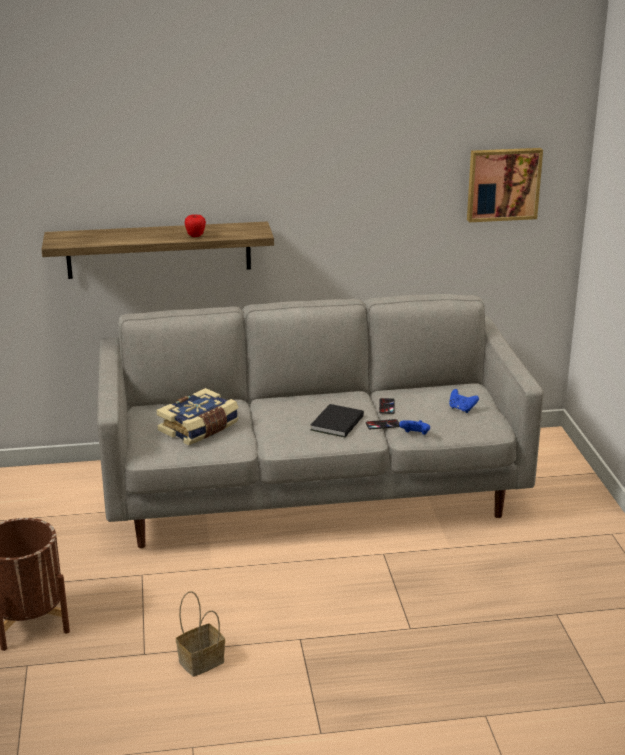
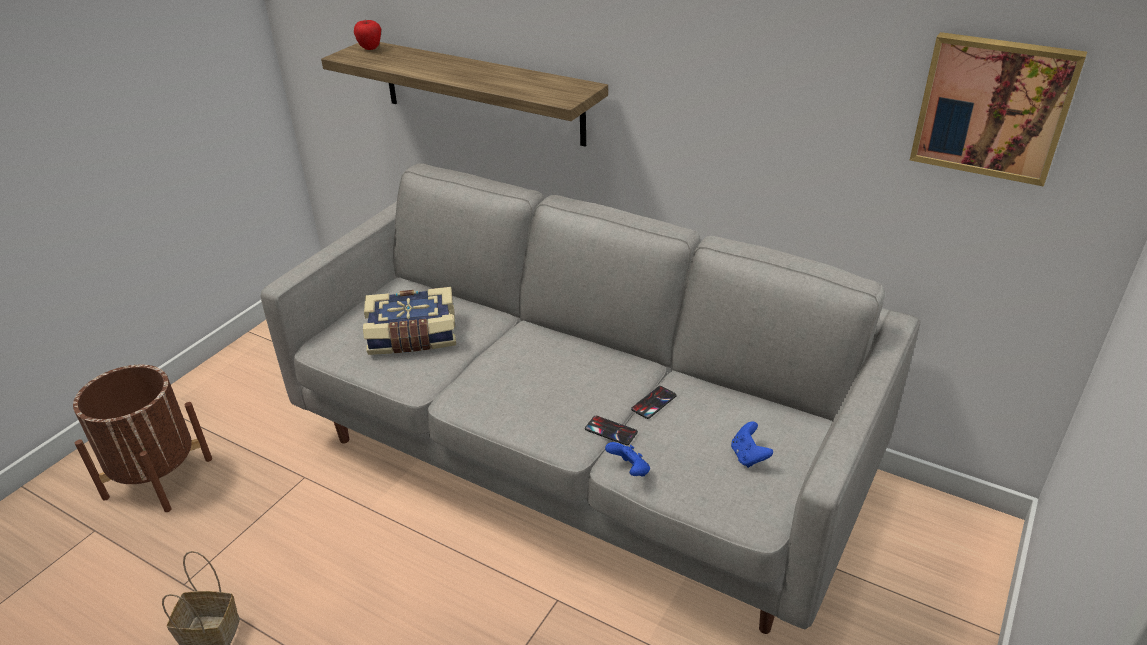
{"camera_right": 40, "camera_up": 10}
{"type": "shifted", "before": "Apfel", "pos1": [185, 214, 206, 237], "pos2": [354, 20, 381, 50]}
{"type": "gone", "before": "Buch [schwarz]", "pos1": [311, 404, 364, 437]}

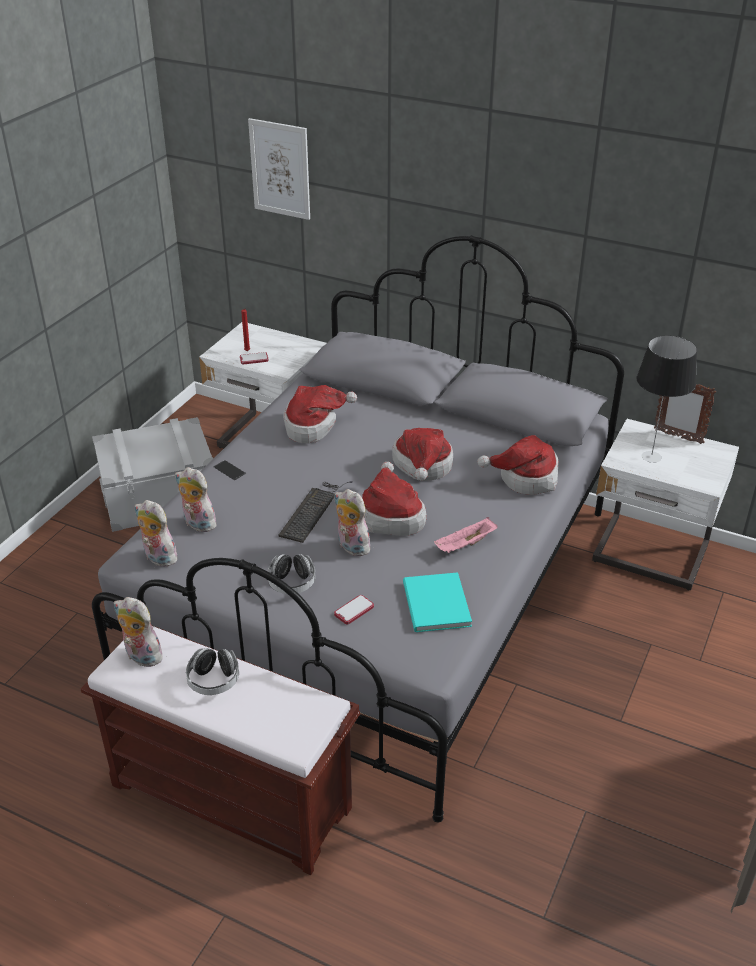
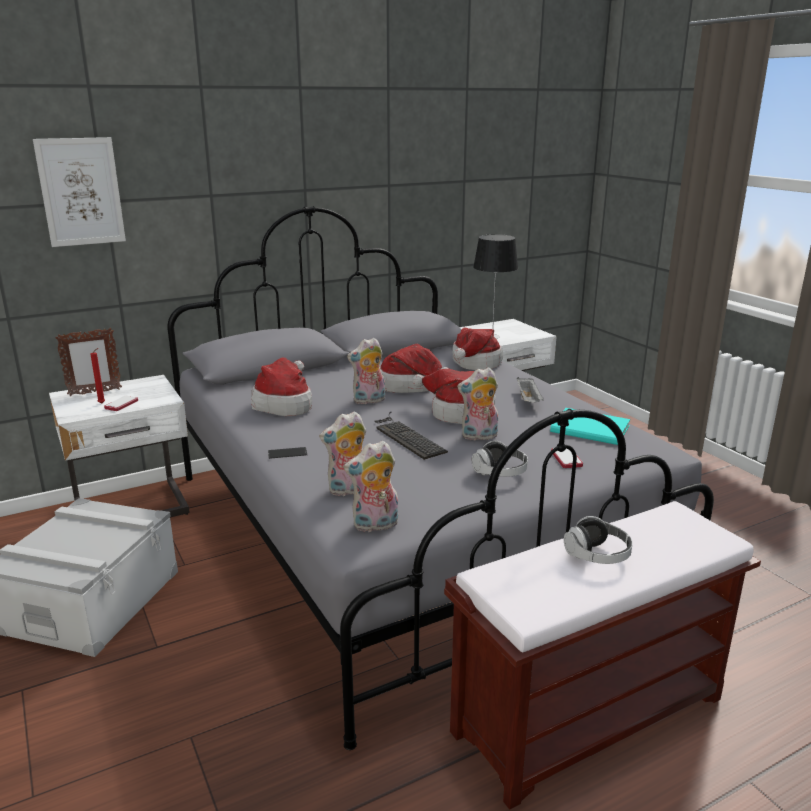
{"camera_right": -55, "camera_up": -15}
{"type": "shifted", "before": "Bilderrahmen", "pos1": [654, 385, 716, 444], "pos2": [55, 328, 122, 396]}
{"type": "repainted", "before": "Tablett [rosa]", "after": "Tablett [grau]", "pos1": [434, 517, 498, 553], "pos2": [517, 377, 544, 403]}
{"type": "shifted", "before": "Plüschtier", "pos1": [114, 597, 166, 667], "pos2": [347, 338, 385, 404]}

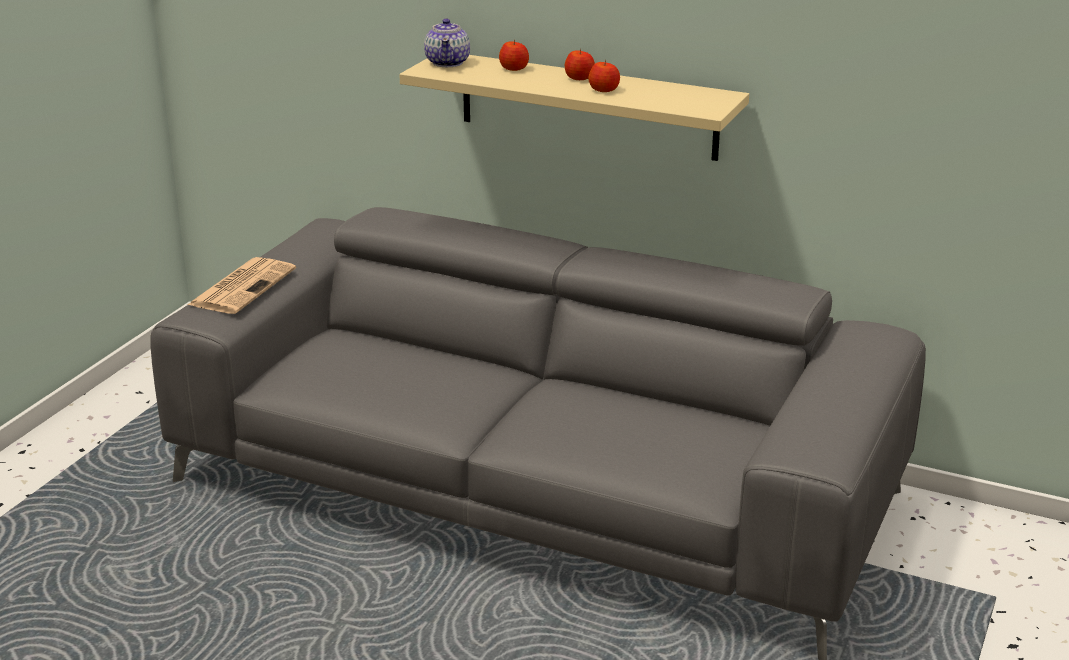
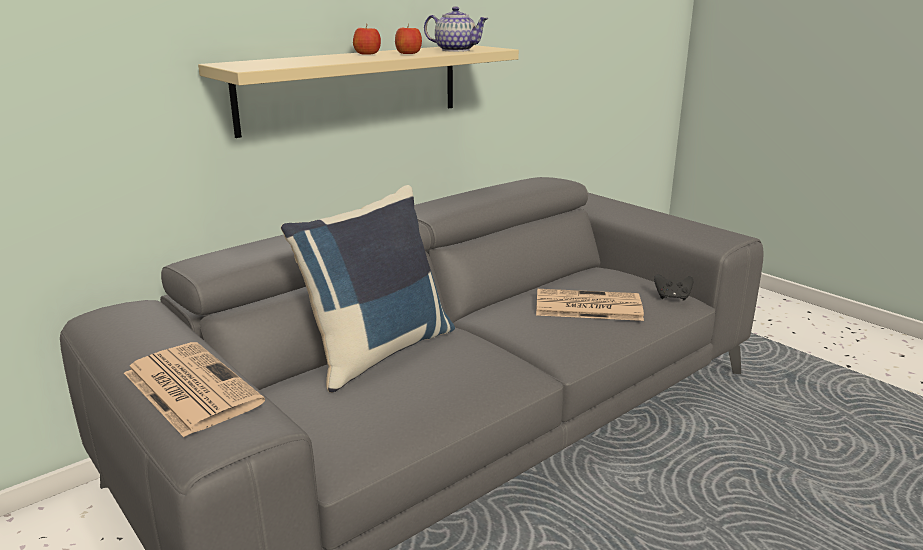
{"camera_right": -65, "camera_up": -5}
{"type": "shifted", "before": "Teekanne", "pos1": [424, 18, 470, 67], "pos2": [424, 6, 489, 52]}
{"type": "gone", "before": "Apfel", "pos1": [499, 40, 529, 71]}
{"type": "new", "after": "Kissen [blau]", "pos2": [281, 185, 455, 393]}
{"type": "new", "after": "Gamepad [schwarz]", "pos2": [654, 274, 693, 301]}
{"type": "new", "after": "Zeitung", "pos2": [536, 289, 644, 321]}

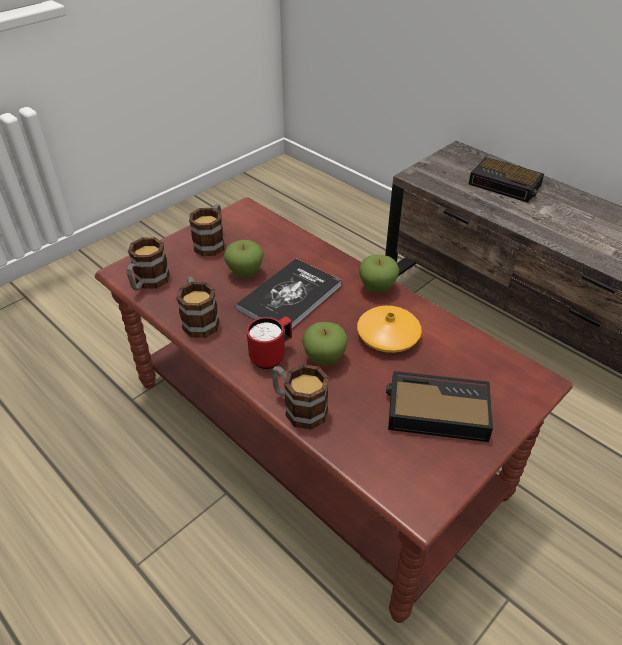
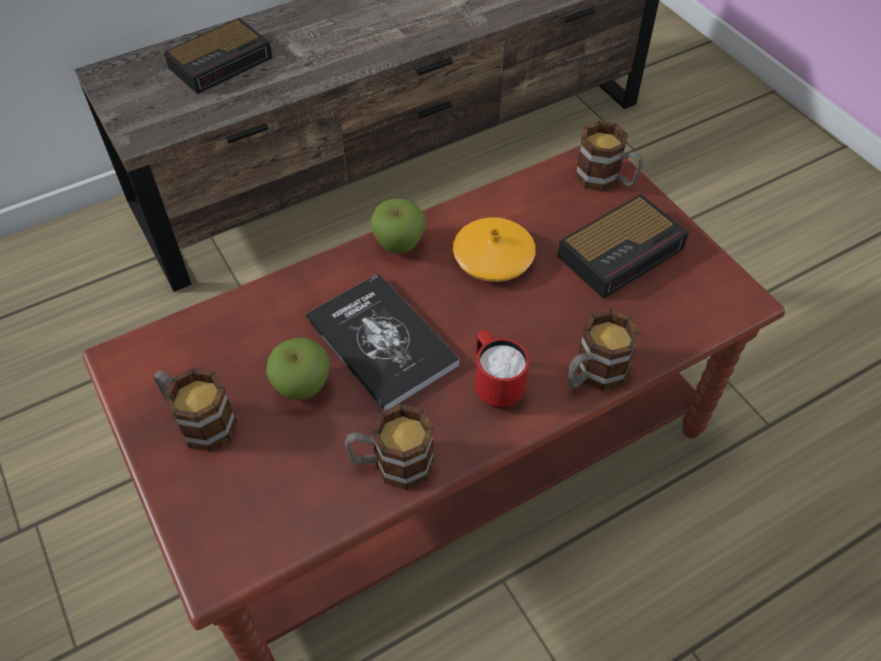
{"camera_right": -75, "camera_up": 10}
{"type": "shifted", "before": "Henkelbecher", "pos1": [127, 237, 170, 290], "pos2": [575, 121, 643, 192]}
{"type": "gone", "before": "Apfel", "pos1": [302, 322, 348, 365]}
{"type": "rotated", "before": "Wecker", "pos1": [386, 371, 493, 442], "pos2": [557, 194, 689, 299], "turn": -150}

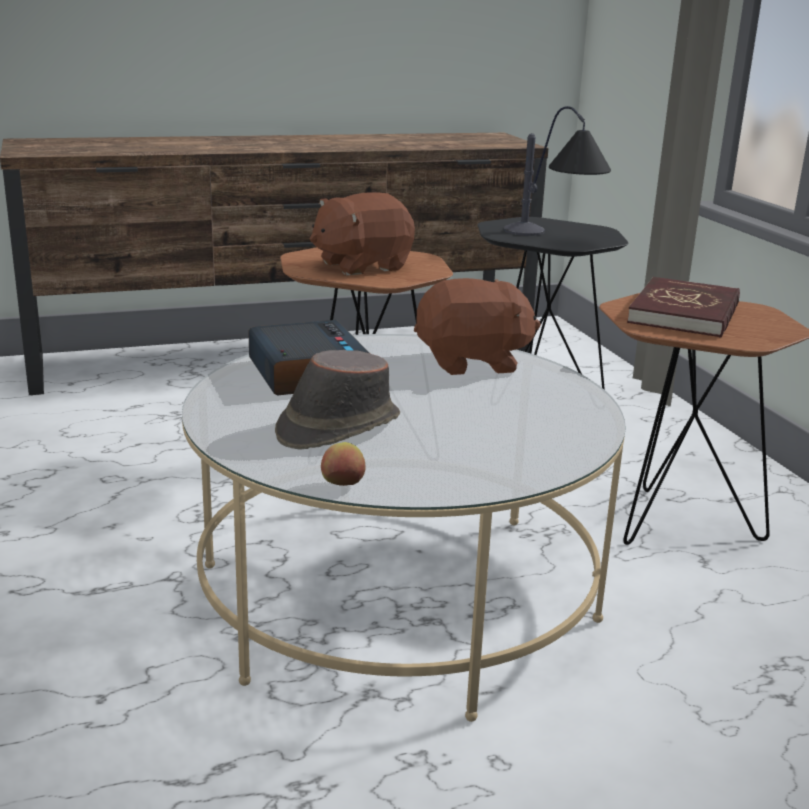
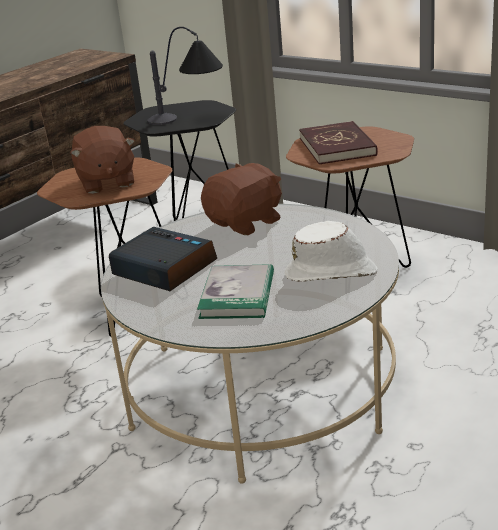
{"camera_right": -30, "camera_up": 5}
{"type": "rotated", "before": "Plüschtier [braun]", "pos1": [310, 192, 415, 275], "pos2": [70, 126, 135, 194], "turn": -45}
{"type": "swapped", "before": "Hut [braun]", "after": "Buch", "pos1": [275, 350, 400, 450], "pos2": [197, 264, 274, 319]}
{"type": "gone", "before": "Apfel", "pos1": [321, 442, 366, 486]}
{"type": "new", "after": "Hut [weiß]", "pos2": [285, 221, 378, 282]}

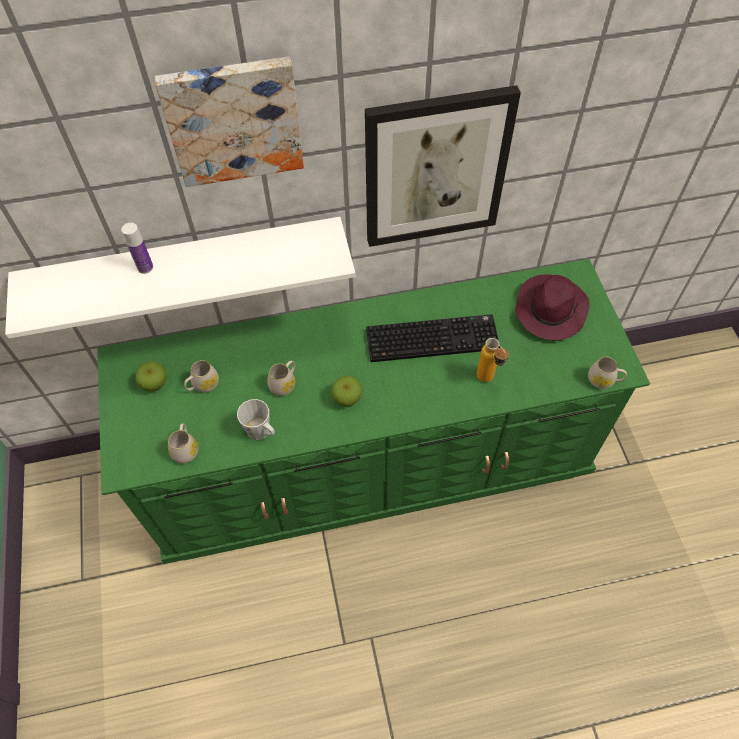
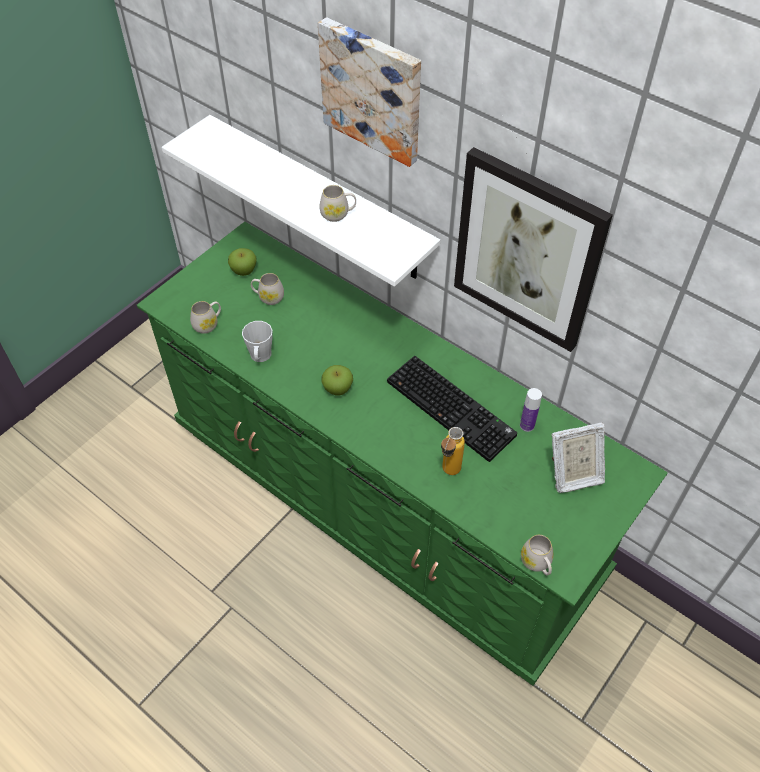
{"camera_right": 50, "camera_up": -5}
{"type": "shifted", "before": "Flasche", "pos1": [121, 223, 153, 274], "pos2": [520, 388, 542, 432]}
{"type": "swapped", "before": "Hut [lila]", "after": "Bilderrahmen", "pos1": [515, 274, 590, 341], "pos2": [552, 422, 605, 493]}
{"type": "shifted", "before": "Henkelbecher [weiß]", "pos1": [267, 360, 295, 396], "pos2": [319, 185, 356, 222]}

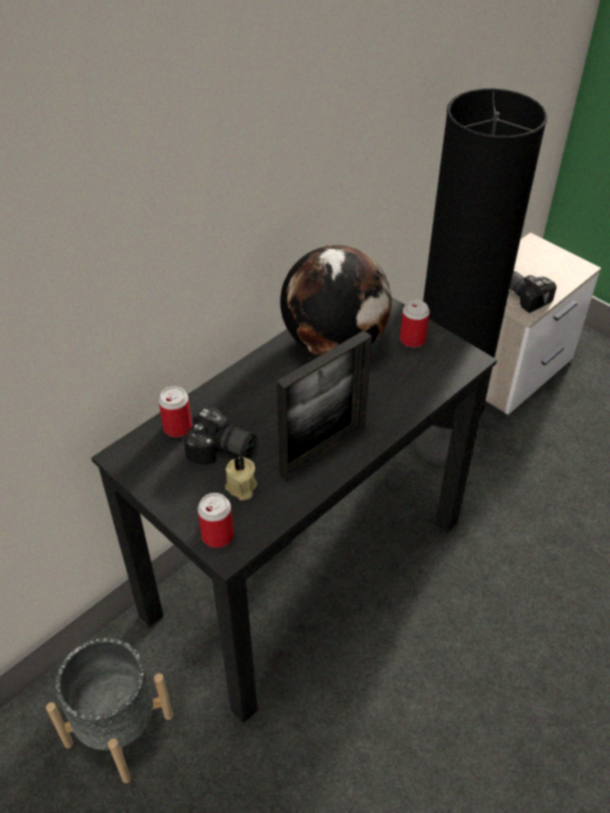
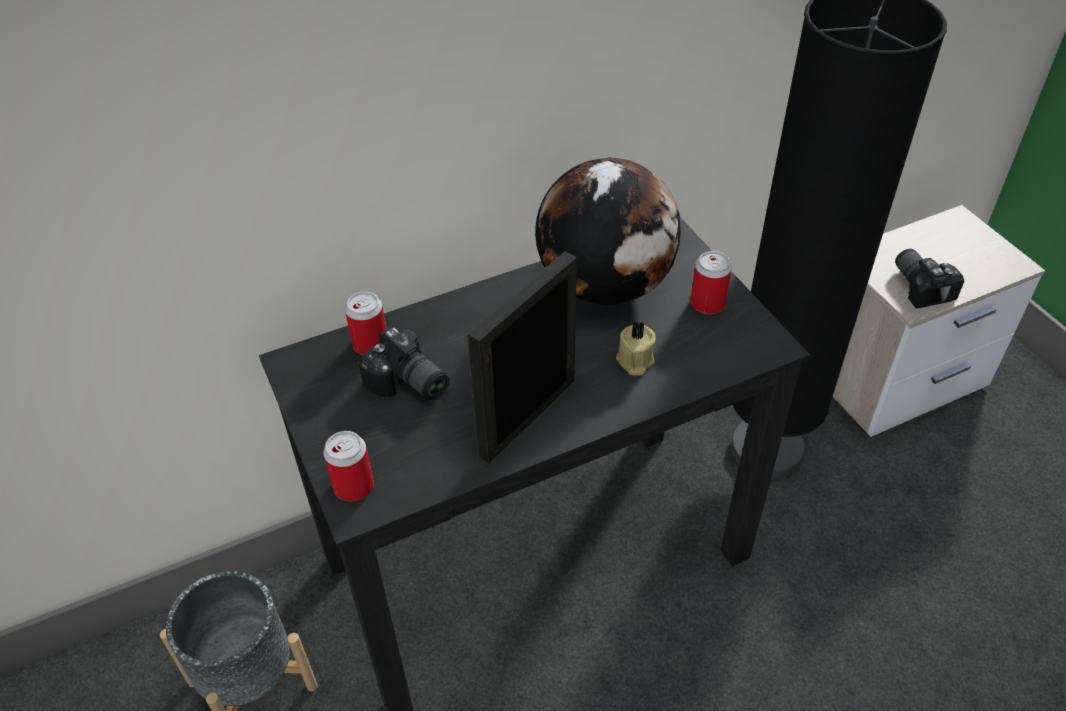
{"camera_right": 20, "camera_up": 0}
{"type": "rotated", "before": "Bilderrahmen", "pos1": [276, 331, 372, 482], "pos2": [467, 251, 577, 463], "turn": 150}
{"type": "shifted", "before": "Kerze [beige]", "pos1": [225, 456, 257, 500], "pos2": [616, 321, 656, 375]}

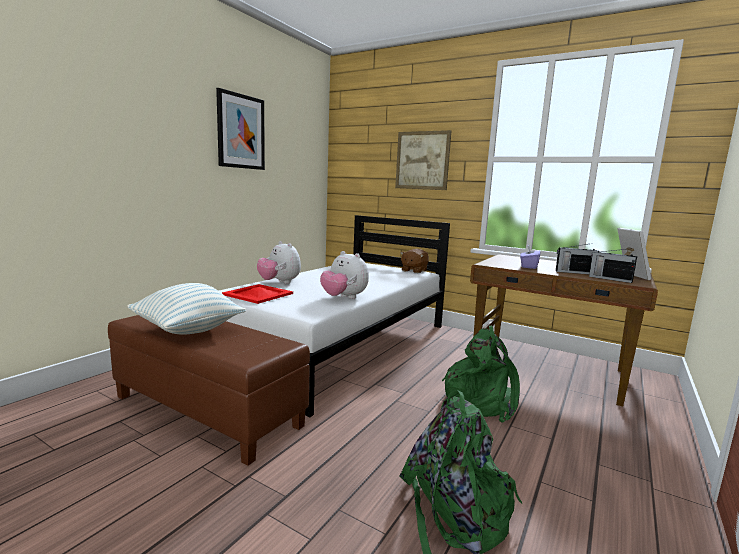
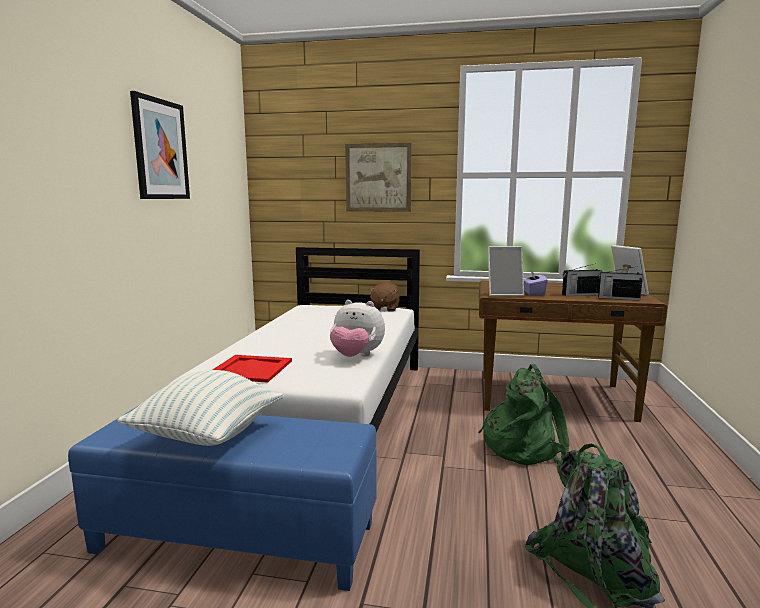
{"camera_right": -20, "camera_up": 0}
{"type": "gone", "before": "Plüschtier", "pos1": [257, 241, 301, 284]}
{"type": "repainted", "before": "Polsterhocker [braun]", "after": "Polsterhocker [blau]", "pos1": [108, 315, 310, 465], "pos2": [68, 406, 377, 591]}
{"type": "new", "after": "Bilderrahmen", "pos2": [488, 246, 524, 296]}

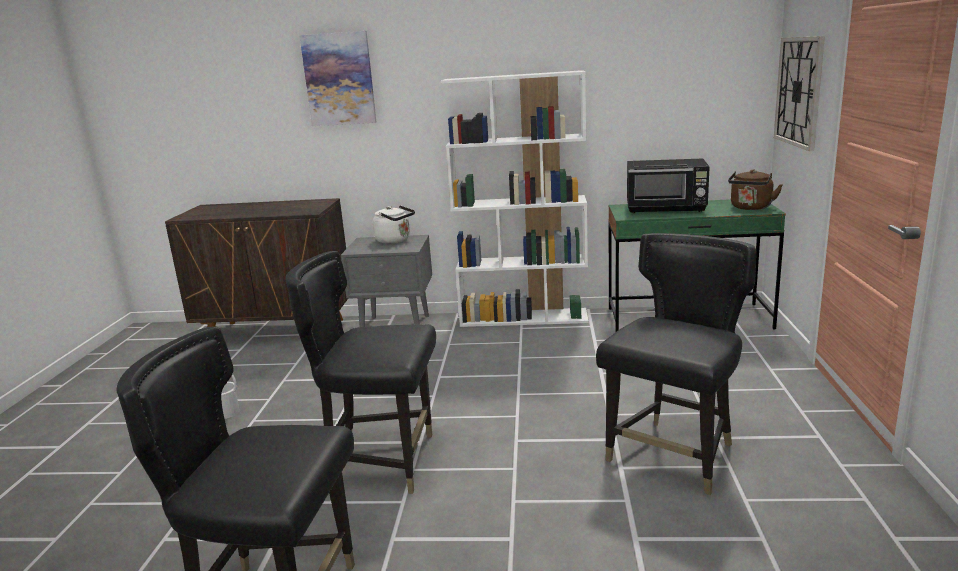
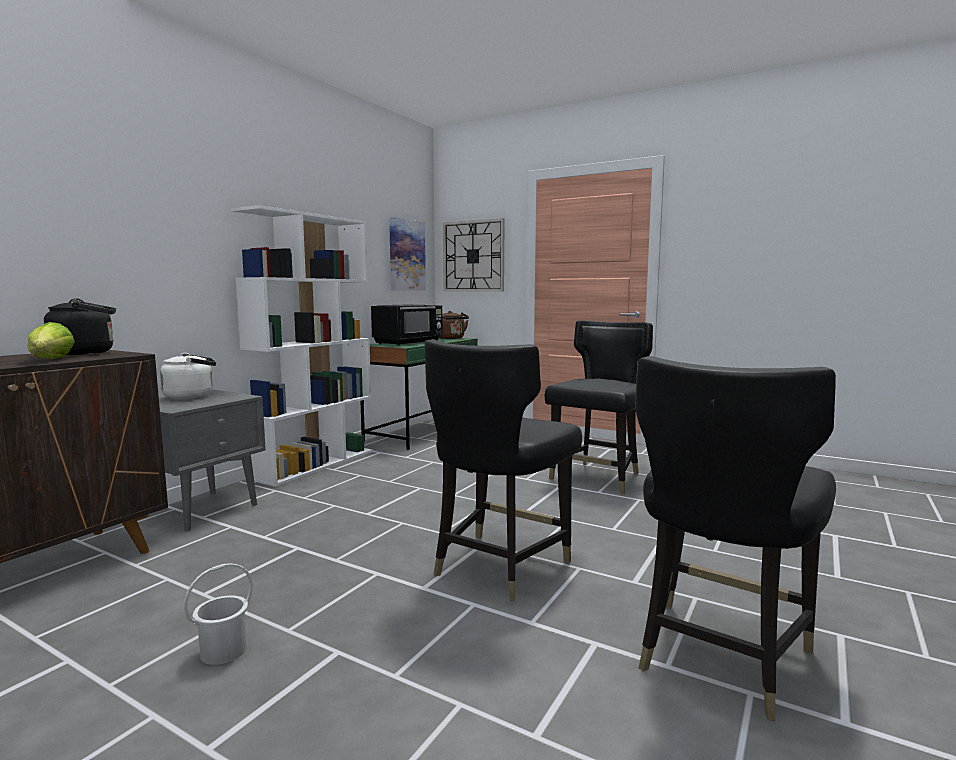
{"camera_right": -65, "camera_up": -10}
{"type": "shifted", "before": "Bild", "pos1": [299, 31, 376, 126], "pos2": [389, 217, 426, 291]}
{"type": "rotated", "before": "Stuhl [schwarz]", "pos1": [596, 233, 757, 495], "pos2": [545, 320, 653, 494], "turn": 60}
{"type": "new", "after": "Wasserkessel [schwarz]", "pos2": [44, 298, 116, 355]}
{"type": "new", "after": "Salatkopf", "pos2": [28, 322, 75, 359]}

